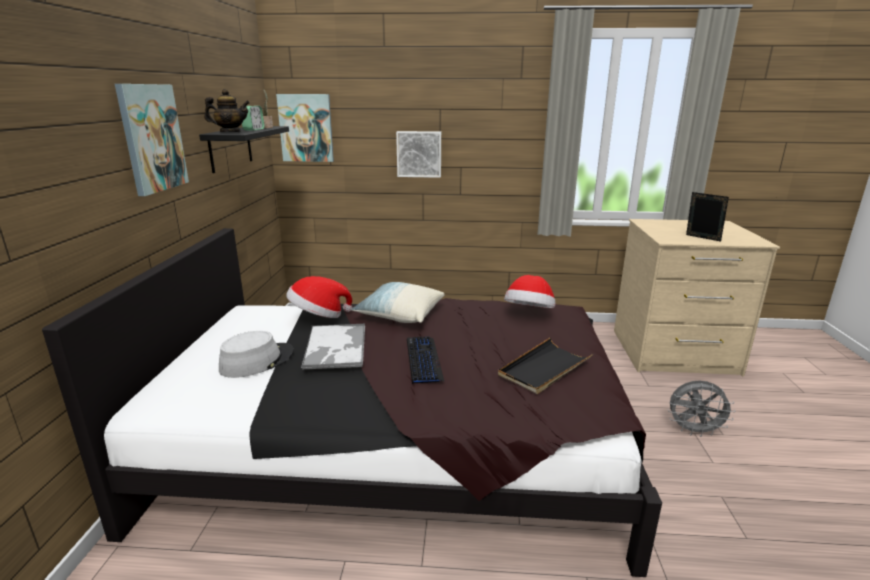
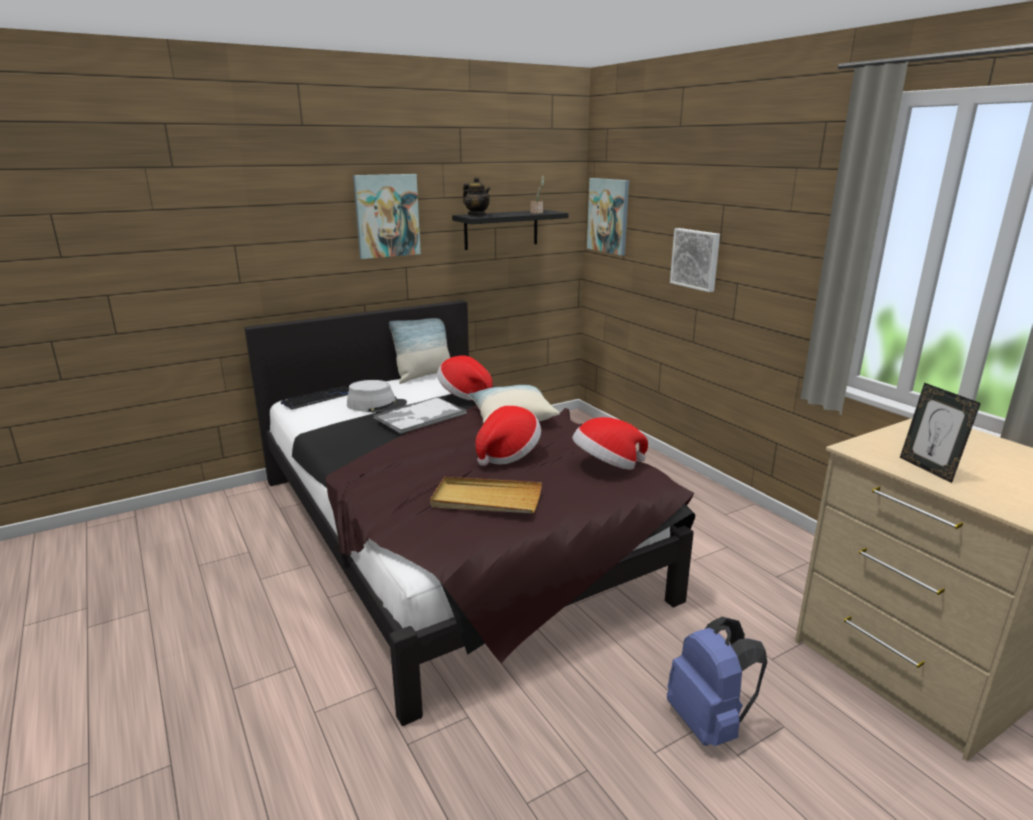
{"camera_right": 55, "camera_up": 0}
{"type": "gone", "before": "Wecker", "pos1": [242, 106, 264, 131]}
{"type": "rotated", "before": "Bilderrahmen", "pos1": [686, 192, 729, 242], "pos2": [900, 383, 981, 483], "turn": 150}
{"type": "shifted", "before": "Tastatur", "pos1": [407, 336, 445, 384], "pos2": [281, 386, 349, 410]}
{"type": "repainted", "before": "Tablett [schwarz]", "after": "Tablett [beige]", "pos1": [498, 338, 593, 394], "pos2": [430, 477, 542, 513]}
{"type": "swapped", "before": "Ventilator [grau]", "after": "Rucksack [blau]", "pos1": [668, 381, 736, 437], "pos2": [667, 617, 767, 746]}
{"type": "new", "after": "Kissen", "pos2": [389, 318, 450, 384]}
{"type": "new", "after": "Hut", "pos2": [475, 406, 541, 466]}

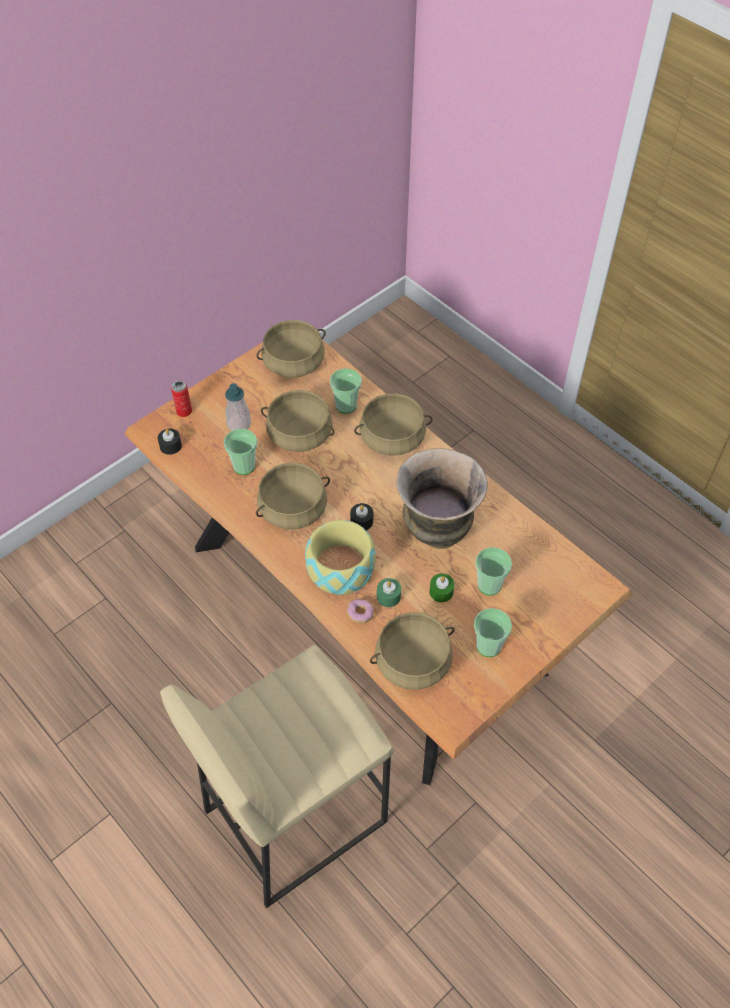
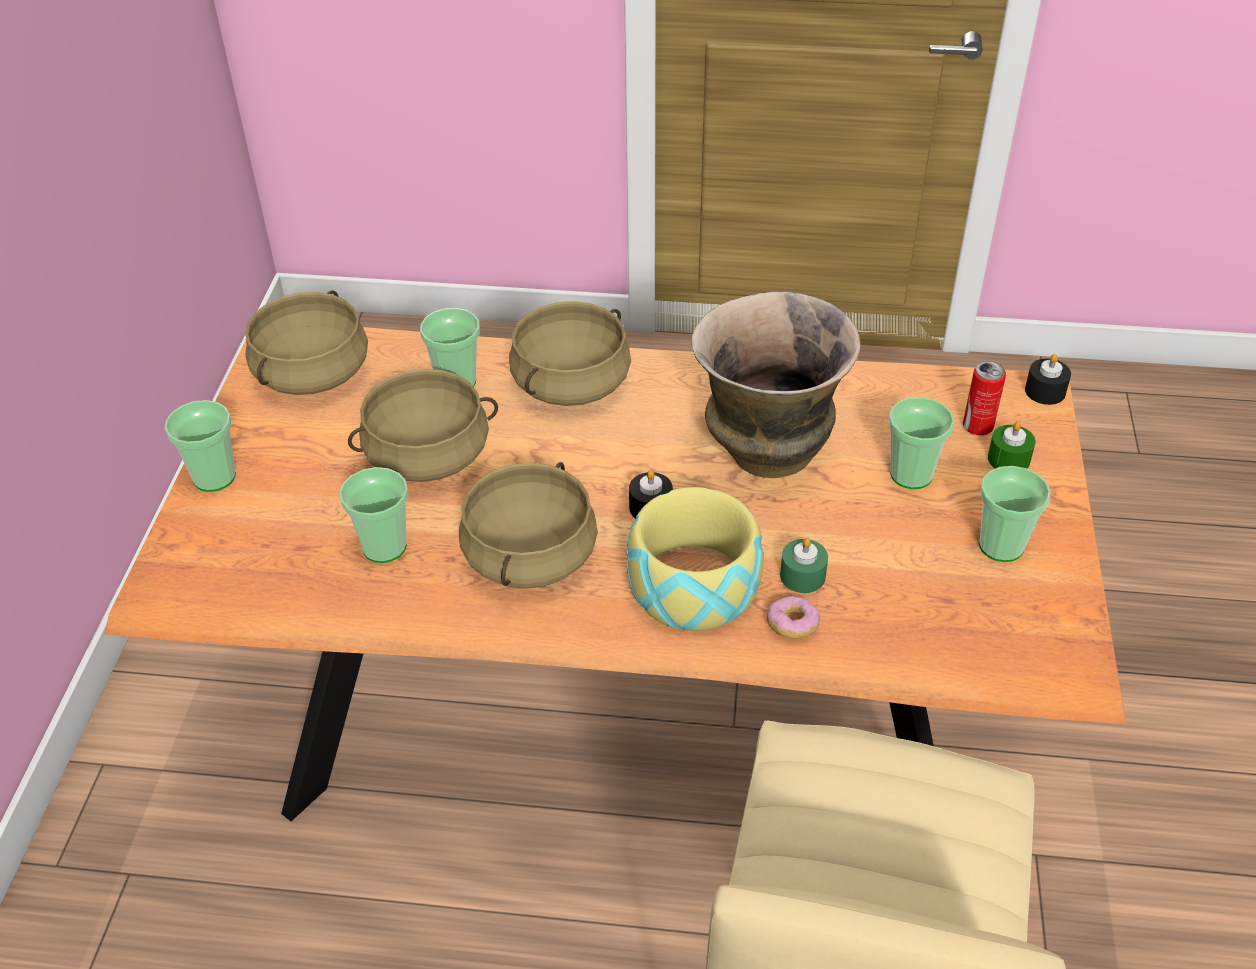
{"camera_right": -40, "camera_up": -10}
{"type": "shifted", "before": "Dose", "pos1": [171, 380, 192, 417], "pos2": [963, 361, 1006, 435]}
{"type": "gone", "before": "Seifenspender", "pos1": [225, 383, 251, 431]}
{"type": "shifted", "before": "Kerze [schwarz]", "pos1": [158, 429, 182, 455], "pos2": [1025, 354, 1071, 405]}
{"type": "shifted", "before": "Kerze [grün]", "pos1": [429, 573, 454, 602], "pos2": [988, 421, 1036, 469]}
{"type": "gone", "before": "Kochtopf [beige]", "pos1": [370, 612, 454, 690]}
{"type": "new", "after": "Tasse", "pos2": [165, 400, 236, 492]}

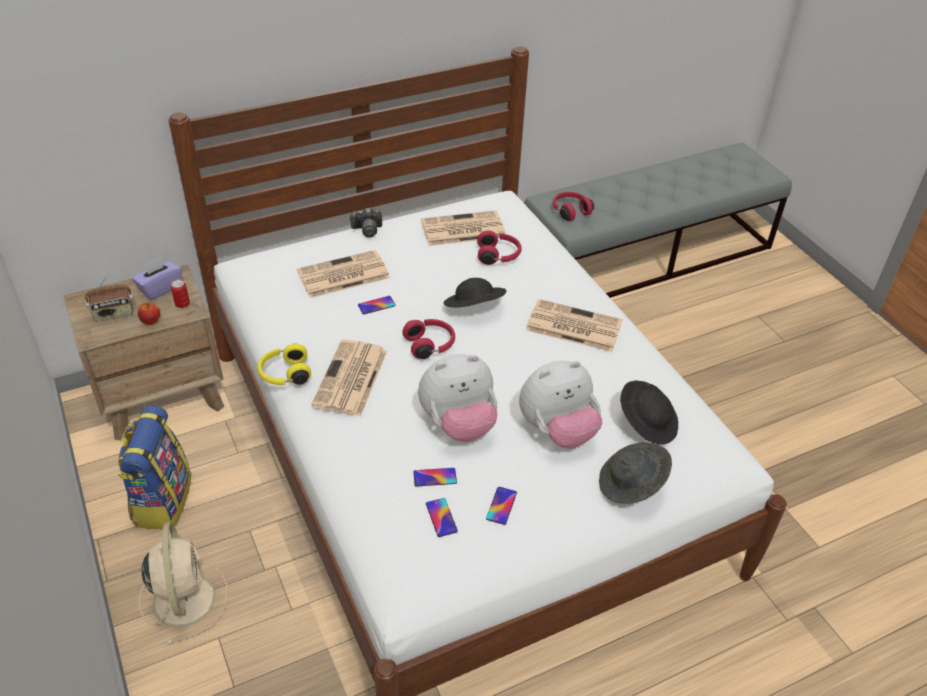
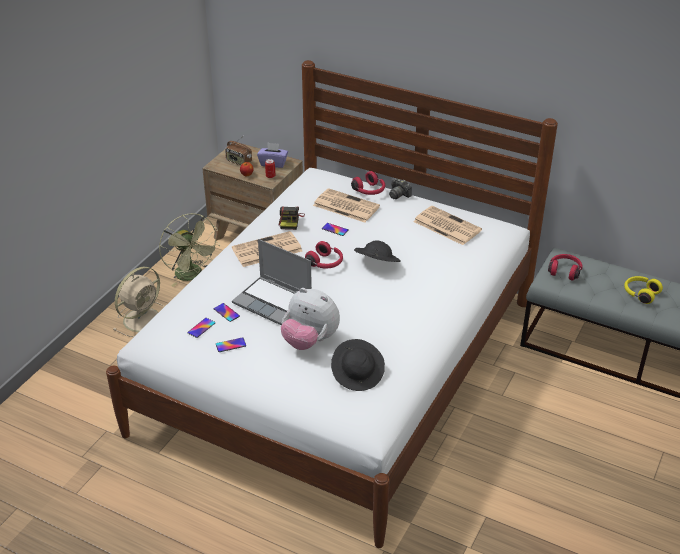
{"camera_right": 55, "camera_up": -5}
{"type": "shifted", "before": "Kopfhörer [rot]", "pos1": [477, 230, 522, 265], "pos2": [351, 171, 385, 195]}
{"type": "gone", "before": "Zeitung", "pos1": [526, 299, 623, 352]}
{"type": "shifted", "before": "Kopfhörer [gelb]", "pos1": [257, 344, 311, 385], "pos2": [624, 276, 663, 304]}
{"type": "swapped", "before": "Plüschtier", "after": "Laptop", "pos1": [418, 354, 498, 442], "pos2": [232, 239, 312, 325]}
{"type": "swapped", "before": "Rucksack", "after": "Ventilator [grün]", "pos1": [118, 406, 191, 529], "pos2": [159, 213, 220, 287]}
{"type": "gone", "before": "Hut [grau]", "pos1": [599, 442, 672, 504]}
{"type": "new", "after": "Kamera", "pos2": [279, 206, 305, 230]}

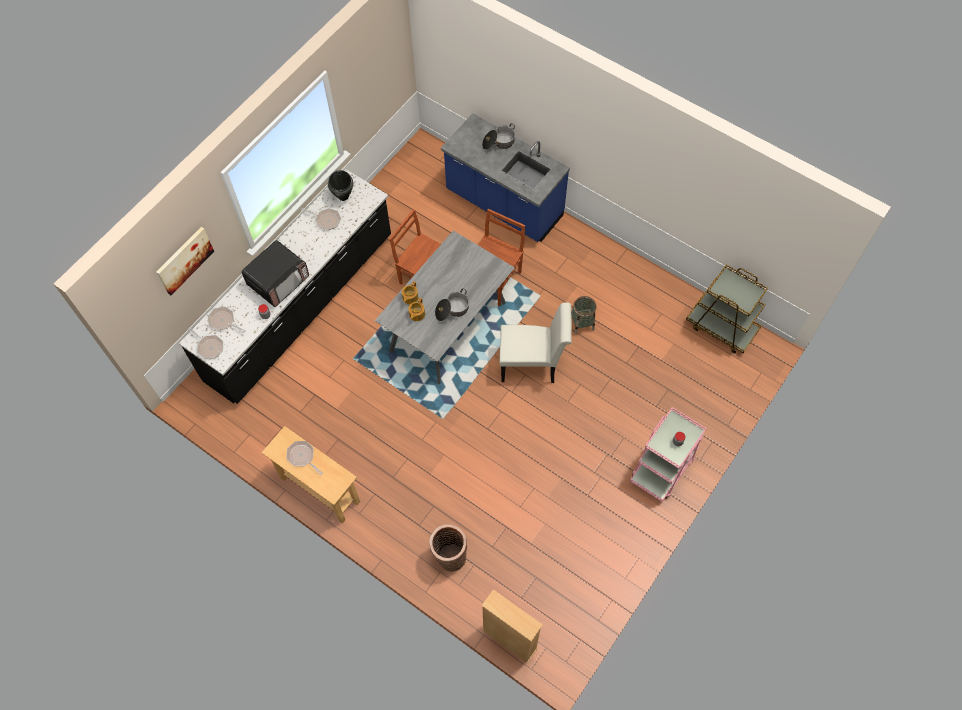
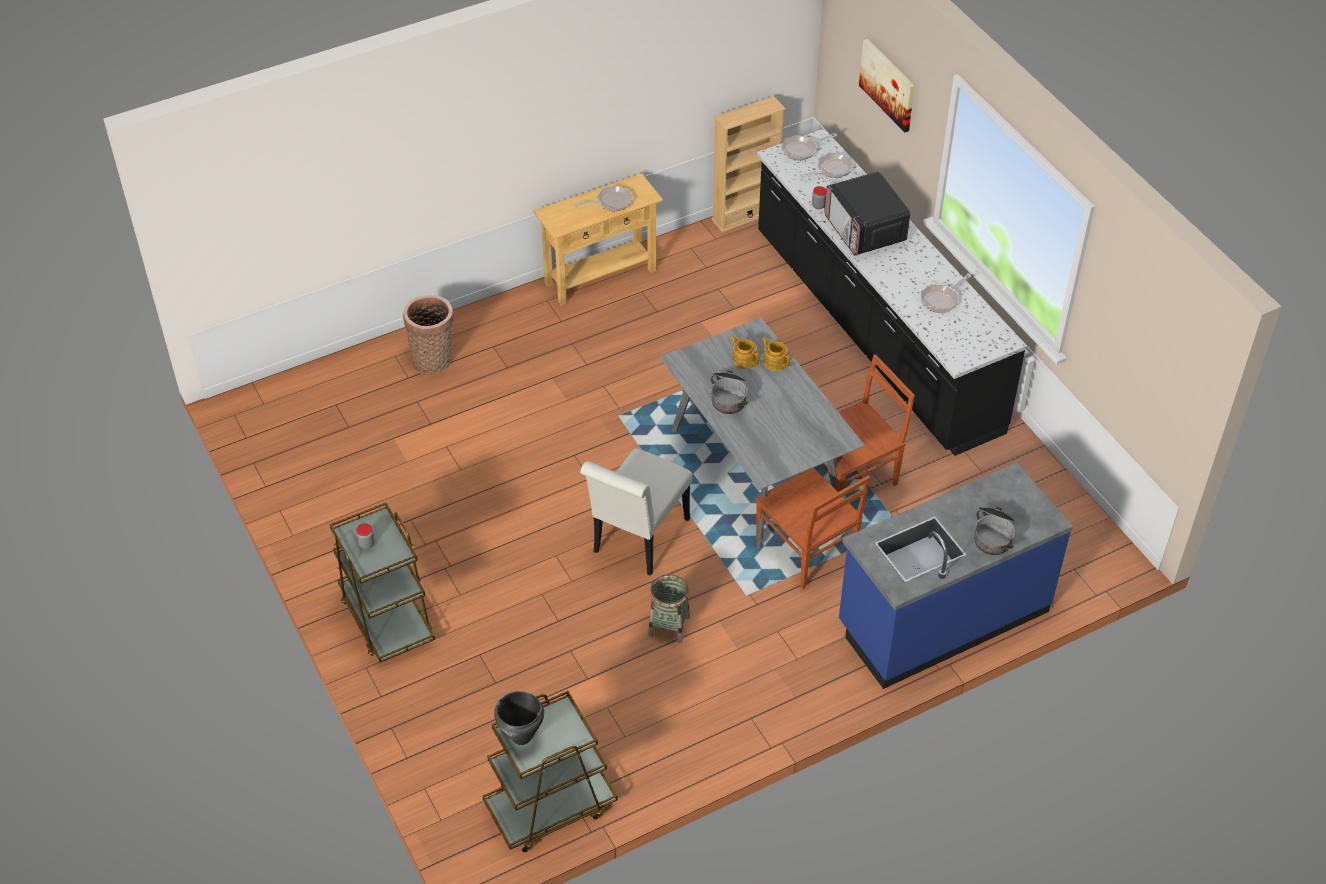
{"camera_right": 115, "camera_up": -15}
{"type": "shifted", "before": "Kochtopf [schwarz]", "pos1": [328, 170, 353, 201], "pos2": [494, 691, 544, 745]}
{"type": "repainted", "before": "Rollwagen [rosa]", "after": "Rollwagen [braun]", "pos1": [630, 407, 706, 502], "pos2": [330, 503, 435, 663]}
{"type": "shifted", "before": "Bücherregal [beige]", "pos1": [482, 589, 543, 663], "pos2": [711, 96, 786, 233]}

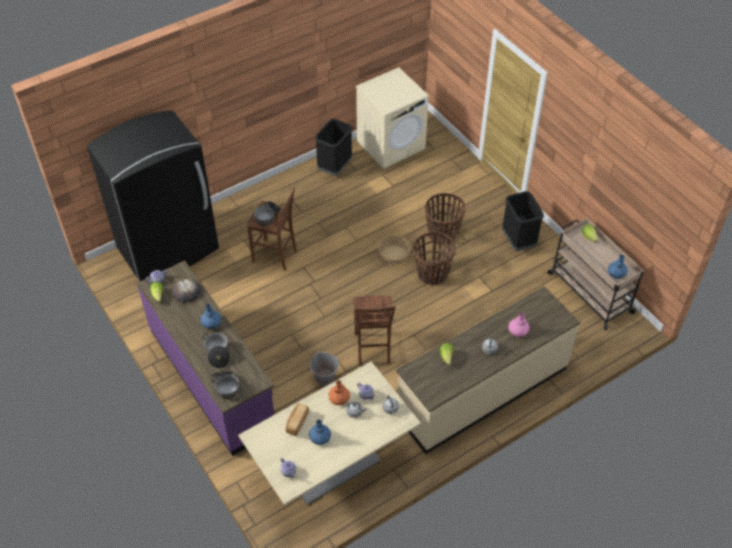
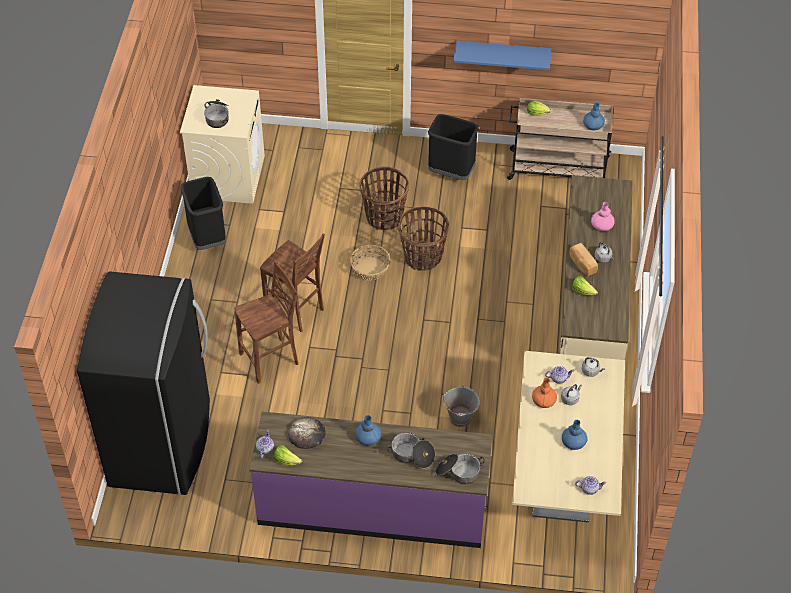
{"camera_right": -50, "camera_up": 0}
{"type": "shifted", "before": "Kochtopf", "pos1": [254, 201, 281, 226], "pos2": [204, 99, 229, 128]}
{"type": "shifted", "before": "Hocker [braun]", "pos1": [353, 295, 396, 365], "pos2": [260, 233, 325, 332]}
{"type": "shifted", "before": "Brot", "pos1": [286, 403, 309, 436], "pos2": [570, 243, 598, 276]}
{"type": "new", "after": "Wandregal [blau]", "pos2": [453, 41, 551, 70]}

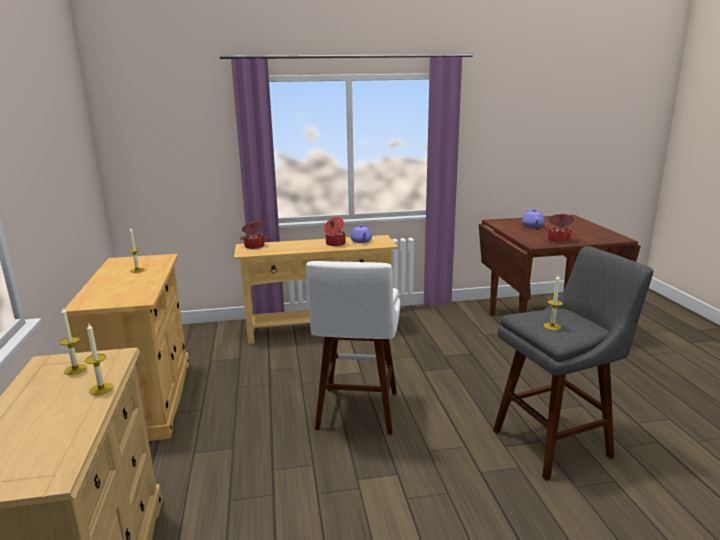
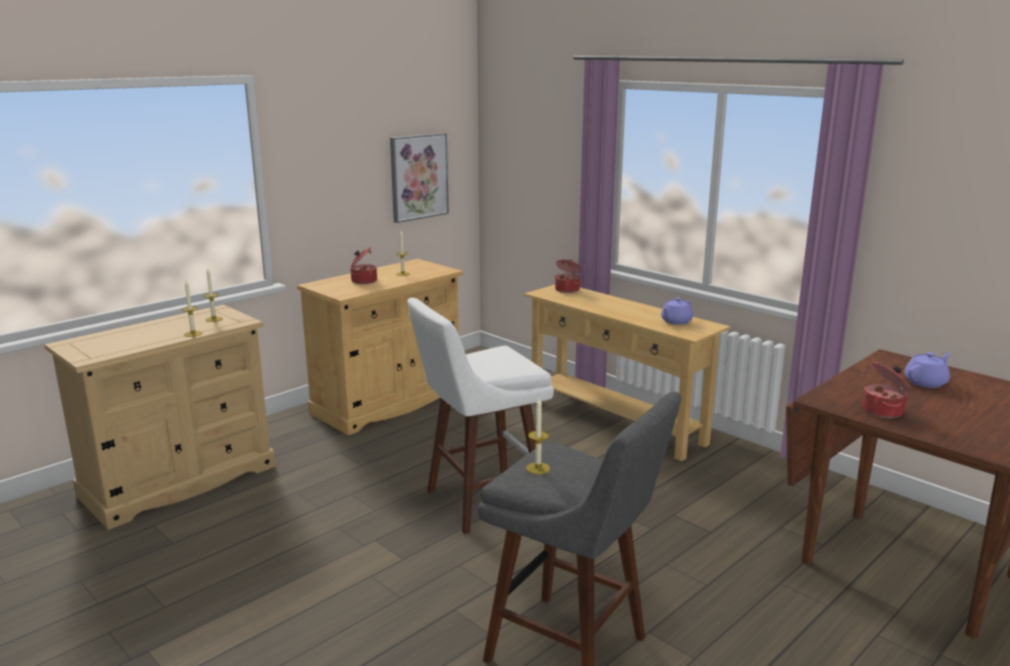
{"camera_right": 55, "camera_up": 0}
{"type": "shifted", "before": "Kochtopf", "pos1": [324, 217, 345, 246], "pos2": [350, 247, 377, 284]}
{"type": "new", "after": "Bild", "pos2": [390, 133, 449, 223]}

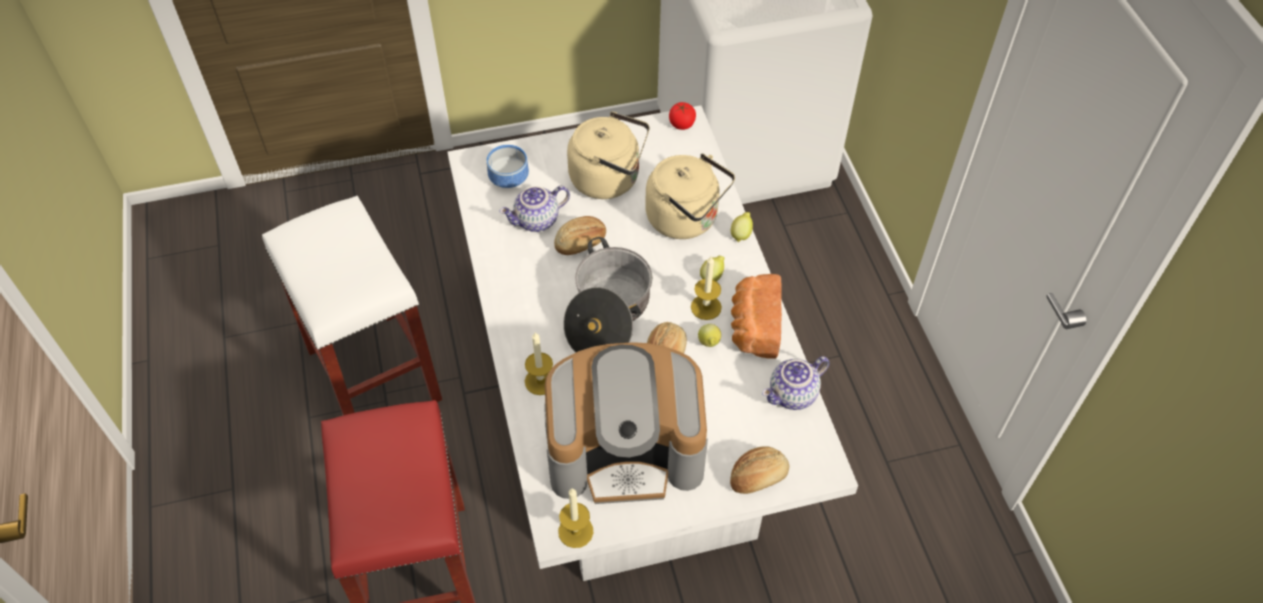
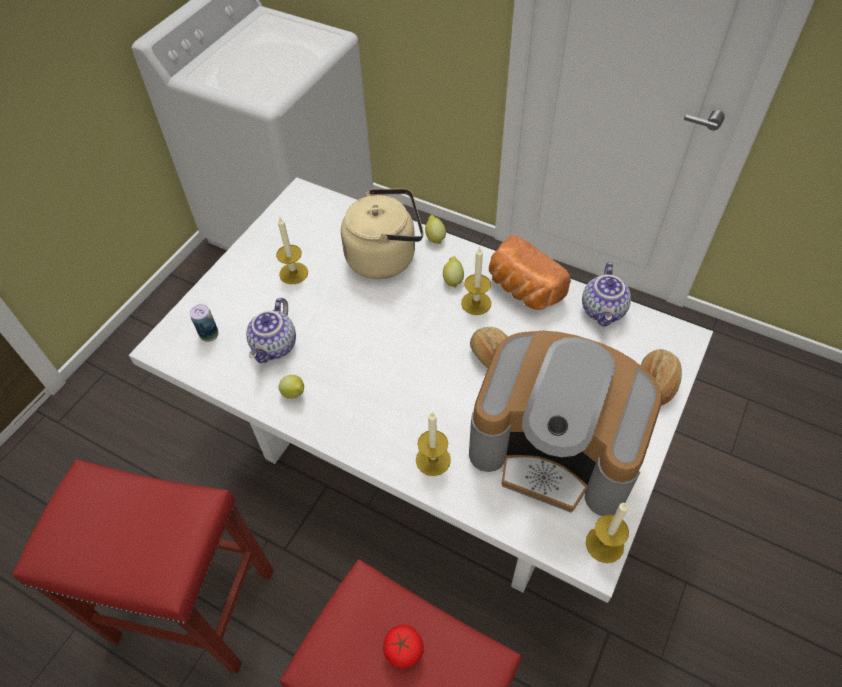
{"camera_right": -45, "camera_up": 0}
{"type": "shifted", "before": "Tomate", "pos1": [669, 102, 696, 130], "pos2": [383, 625, 424, 668]}
{"type": "swapped", "before": "Wasserkessel [beige]", "after": "Kerze", "pos1": [567, 112, 649, 199], "pos2": [276, 217, 308, 284]}
{"type": "swapped", "before": "Schüssel", "after": "Dose", "pos1": [487, 145, 529, 188], "pos2": [190, 304, 218, 342]}
{"type": "repainted", "before": "Hocker [weiß]", "after": "Hocker [rot]", "pos1": [262, 196, 442, 415], "pos2": [12, 459, 274, 674]}
{"type": "gone", "before": "Brot", "pos1": [554, 216, 606, 255]}
{"type": "gone", "before": "Kochtopf", "pos1": [563, 237, 652, 353]}
{"type": "shifted", "before": "Zitrone", "pos1": [698, 324, 721, 347], "pos2": [279, 375, 304, 399]}
{"type": "rotated", "before": "Kaffeemaschine", "pos1": [544, 342, 708, 504], "pos2": [469, 331, 662, 516], "turn": 75}

